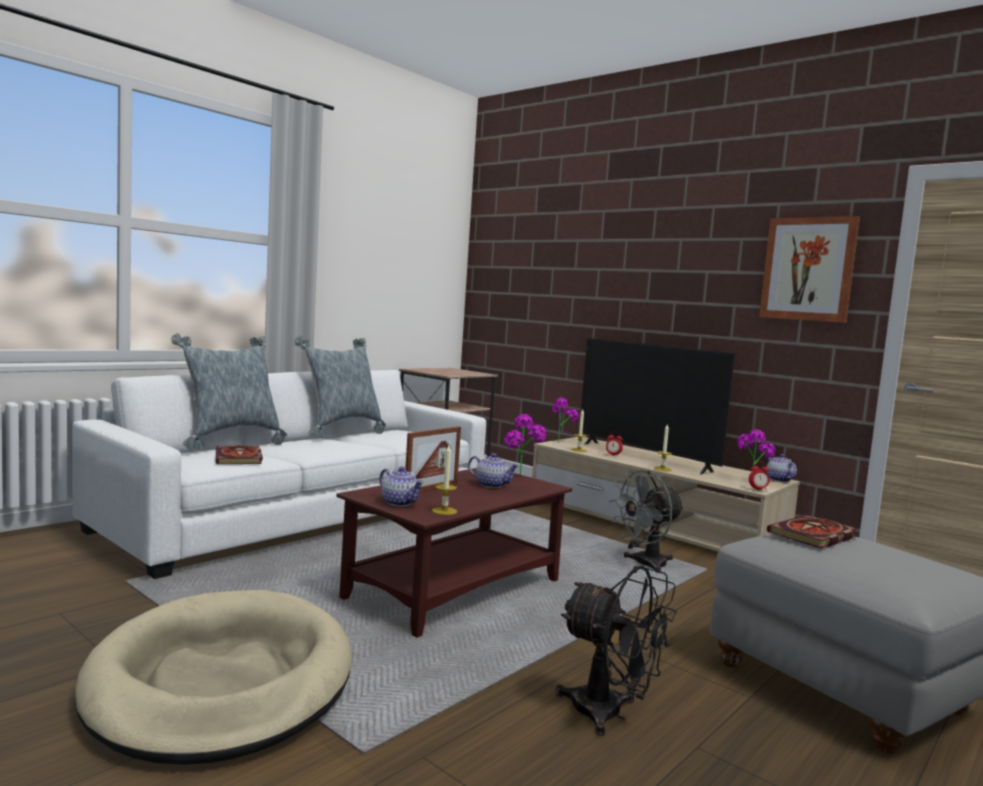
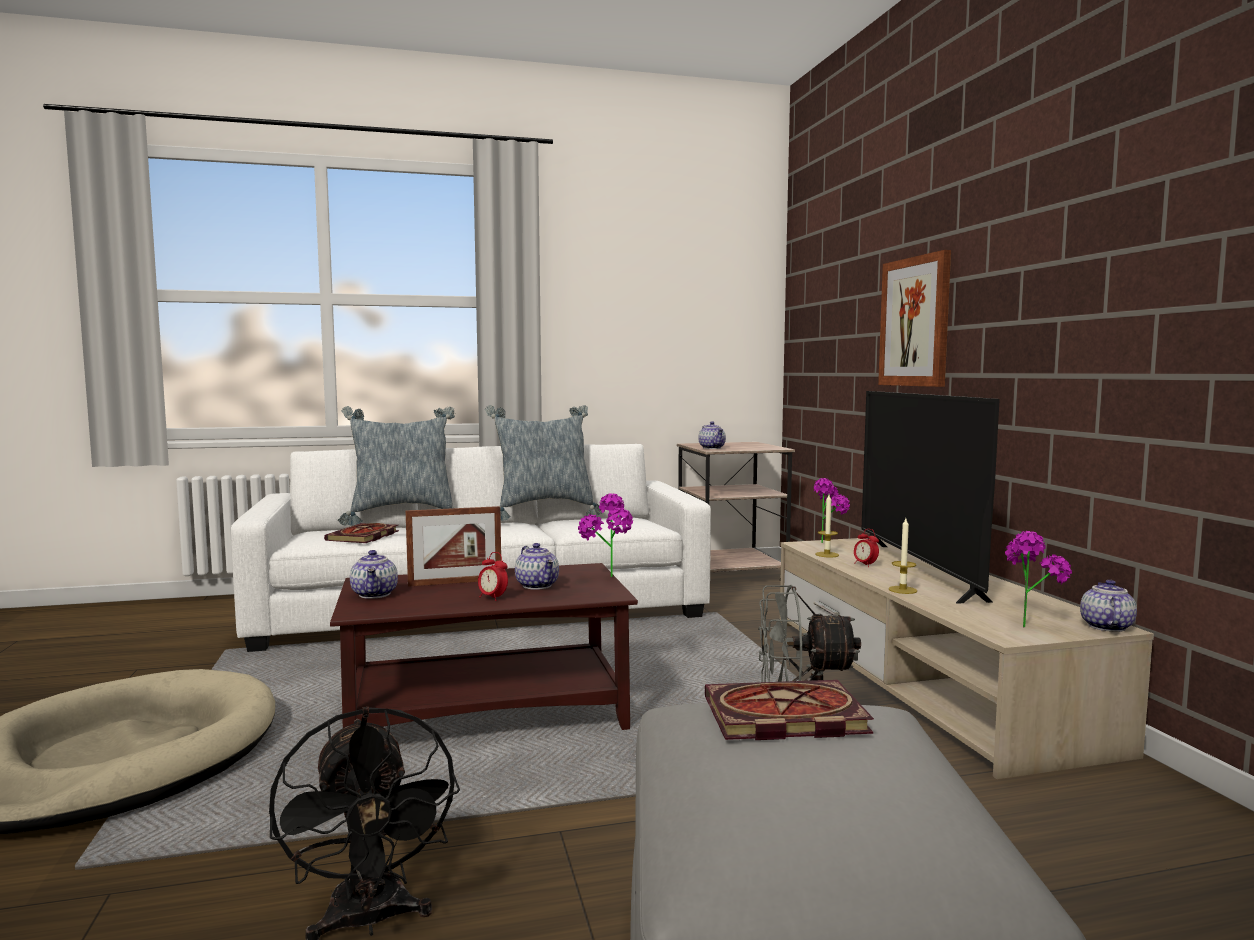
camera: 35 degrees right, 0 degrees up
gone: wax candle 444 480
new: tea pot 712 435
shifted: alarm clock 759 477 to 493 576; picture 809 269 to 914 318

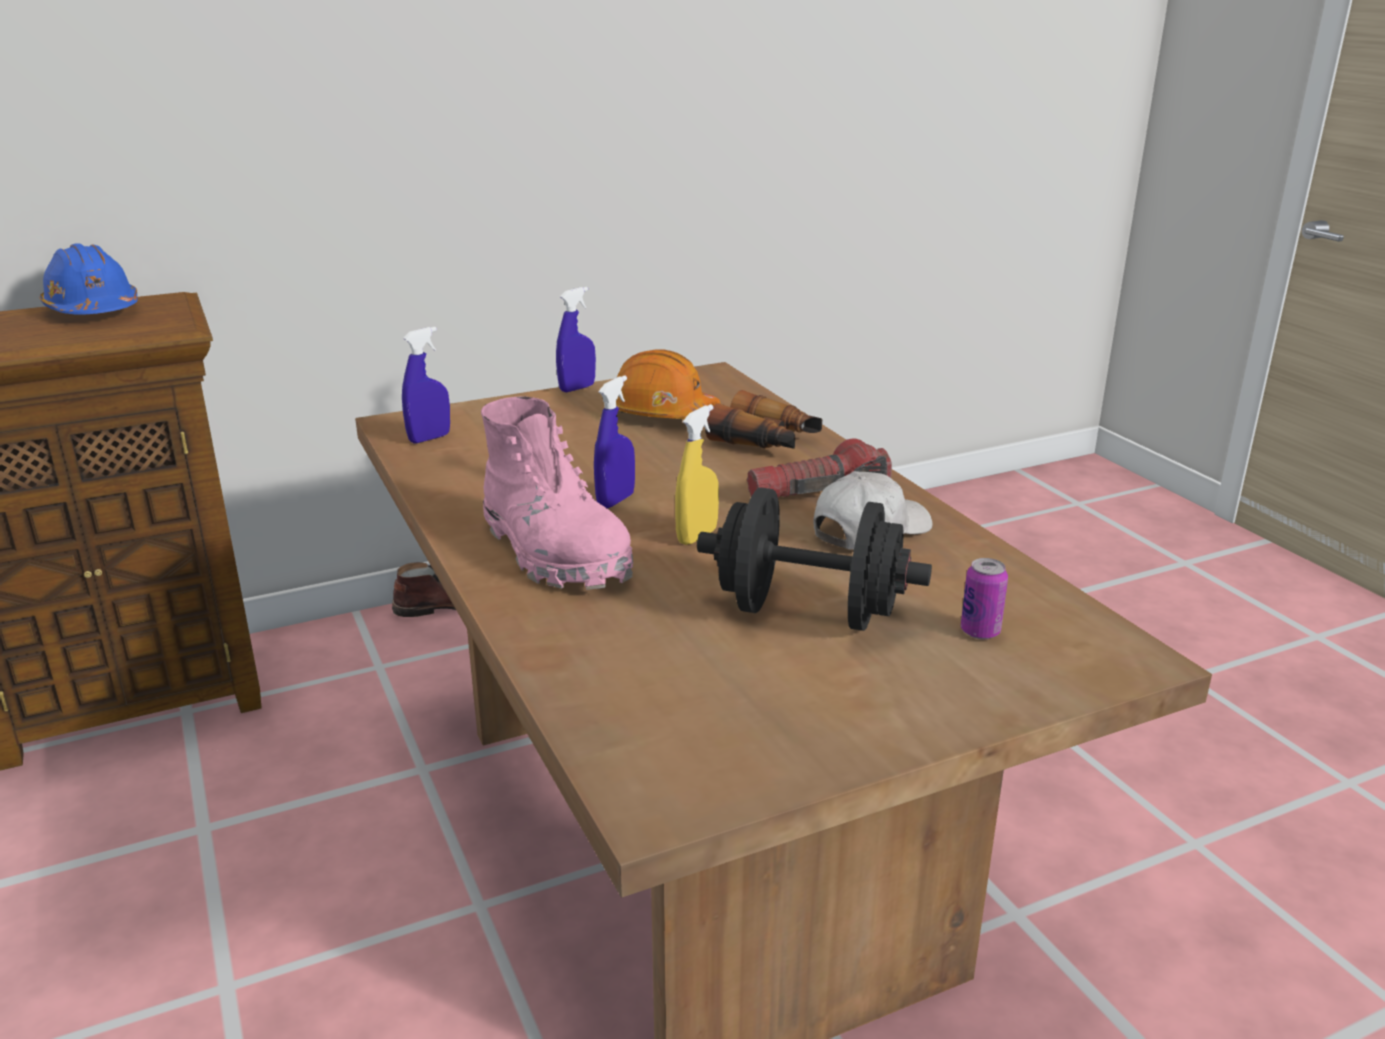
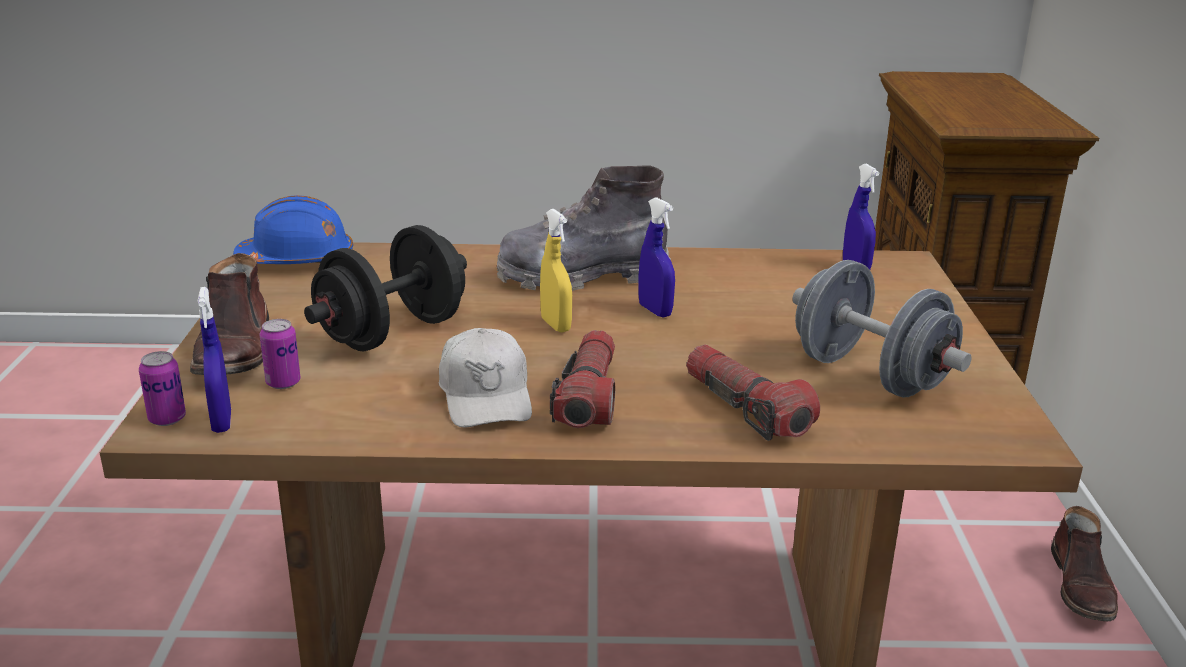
camera: 115 degrees right, 0 degrees up
new: sealed can 162 388; brown tall boot 229 314
shifted: blue sprayer 576 339 to 214 360; blue hard hat 89 279 to 293 229
swapped: binoculars 763 419 to torch 753 392; orangey hard hat 668 384 to greyish free weight 882 329
repainted: pink-coloured tall boot 557 493 to greyish tall boot 584 228

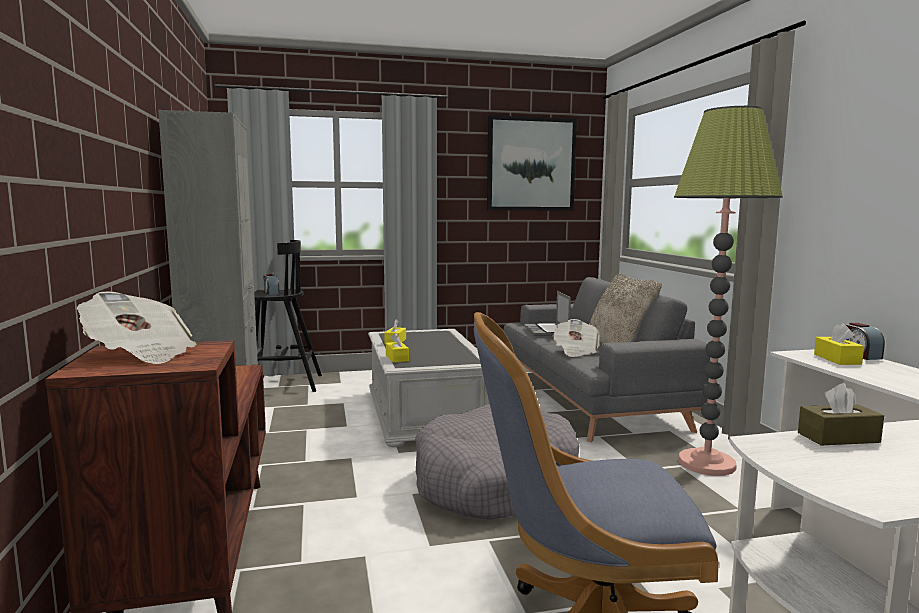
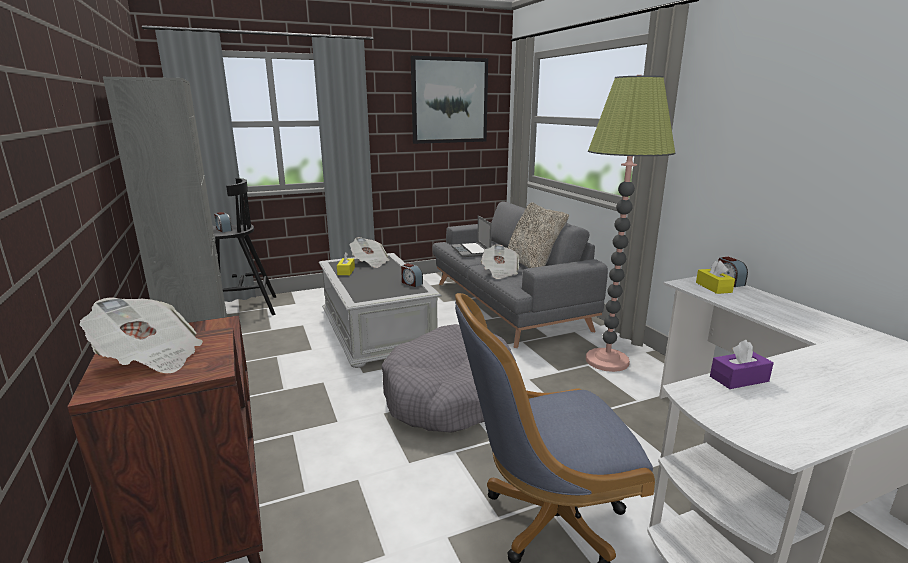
camera: 10 degrees left, 10 degrees up
gone: yellow-coloured tissue holder 397 348
new: newspaper 370 252; alarm clock 412 275
repainted: brown tissue holder 841 414 to purple tissue holder 742 364

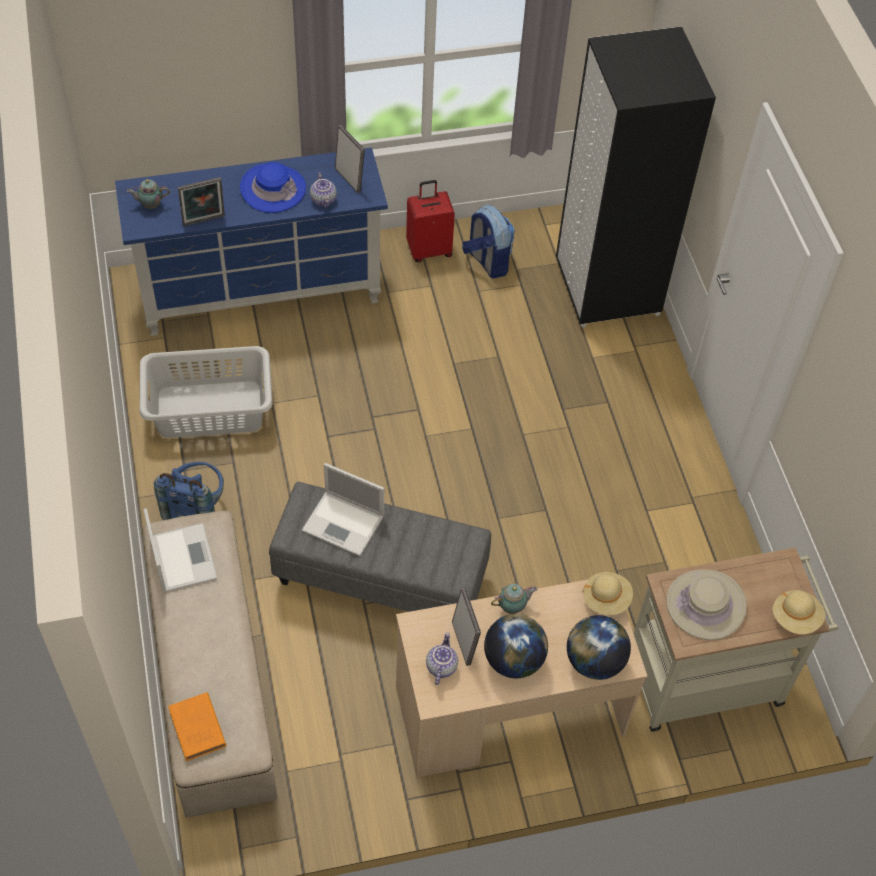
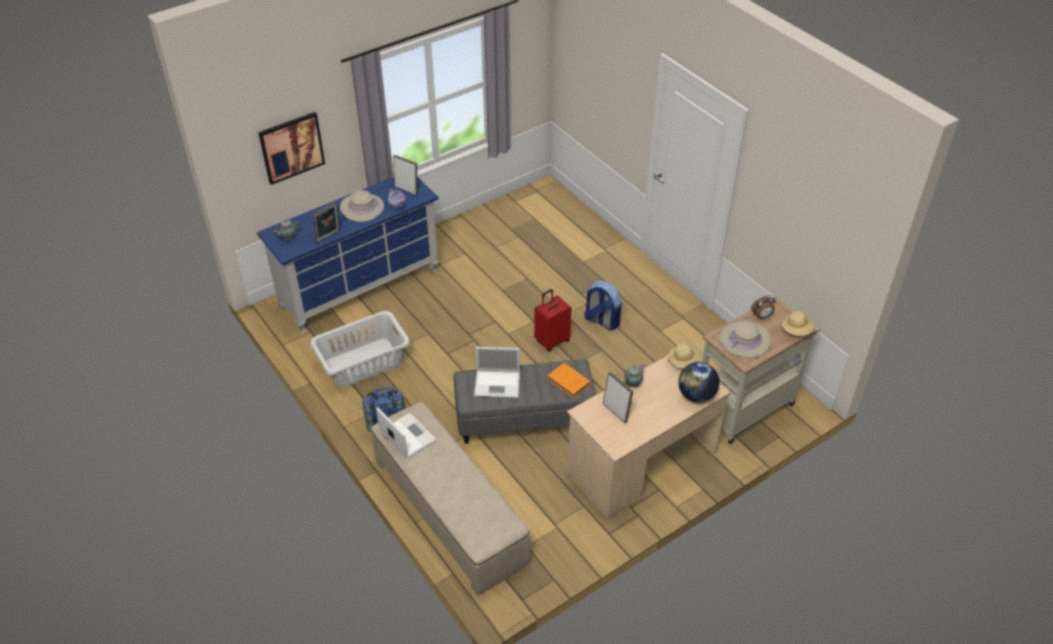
camera: 20 degrees left, 10 degrees down
gone: tea pot 442 659; world globe 516 646; armoire 636 177
new: picture 291 148; alarm clock 763 307
shifted: reddish travel case 430 221 to 552 320; orangey book 197 727 to 569 380; knapsack 488 242 to 603 305
repainted: blue hat 273 187 to beige-coloured hat 362 206

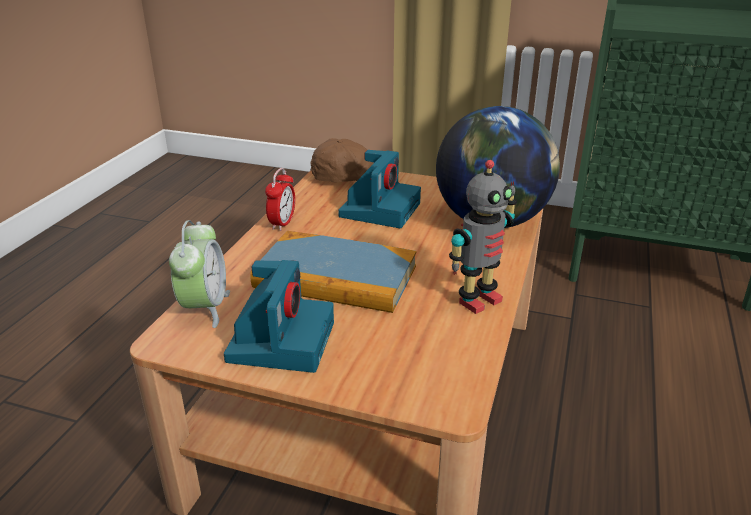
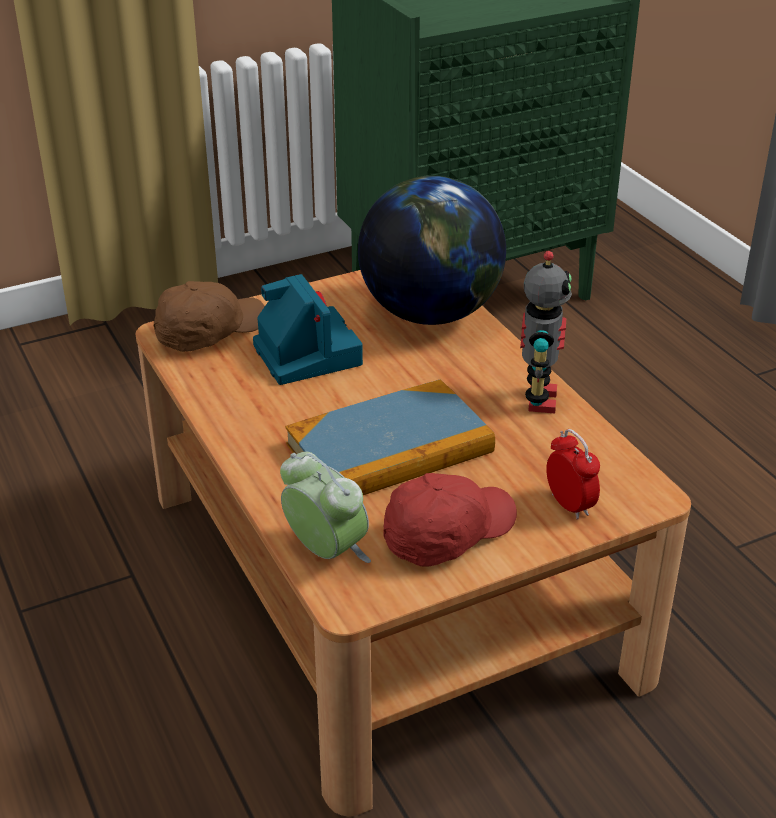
camera: 45 degrees left, 5 degrees up
shifted: alarm clock 280 199 to 573 474
swapped: still camera 279 316 to reddish baseball cap 450 520

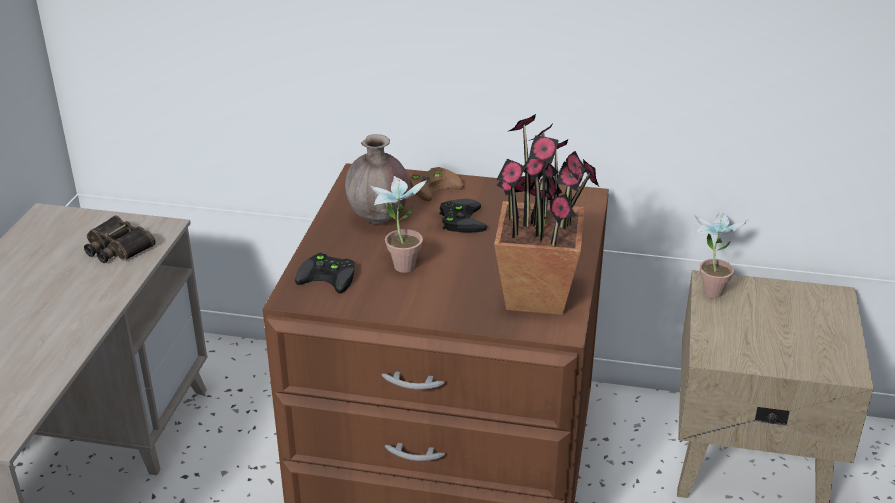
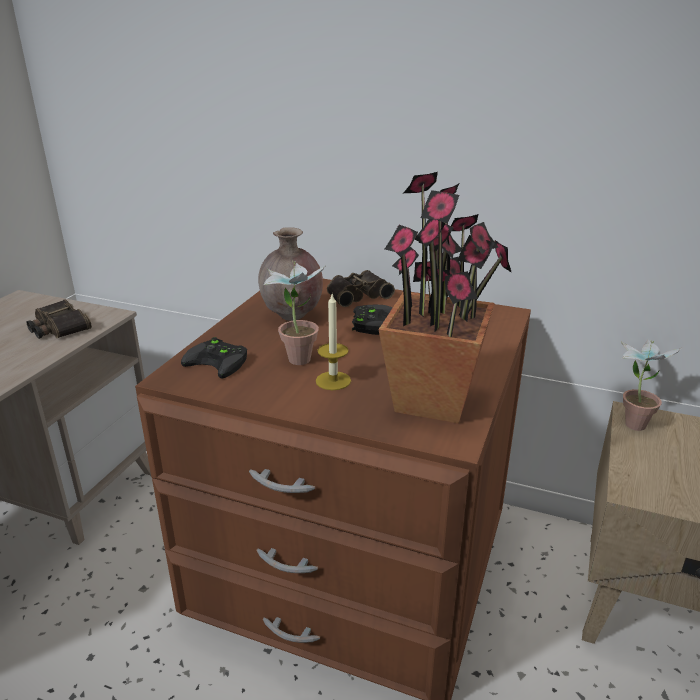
camera: 10 degrees right, 5 degrees down
new: wax candle 333 342
swapped: brown game controller 436 184 to binoculars 361 288

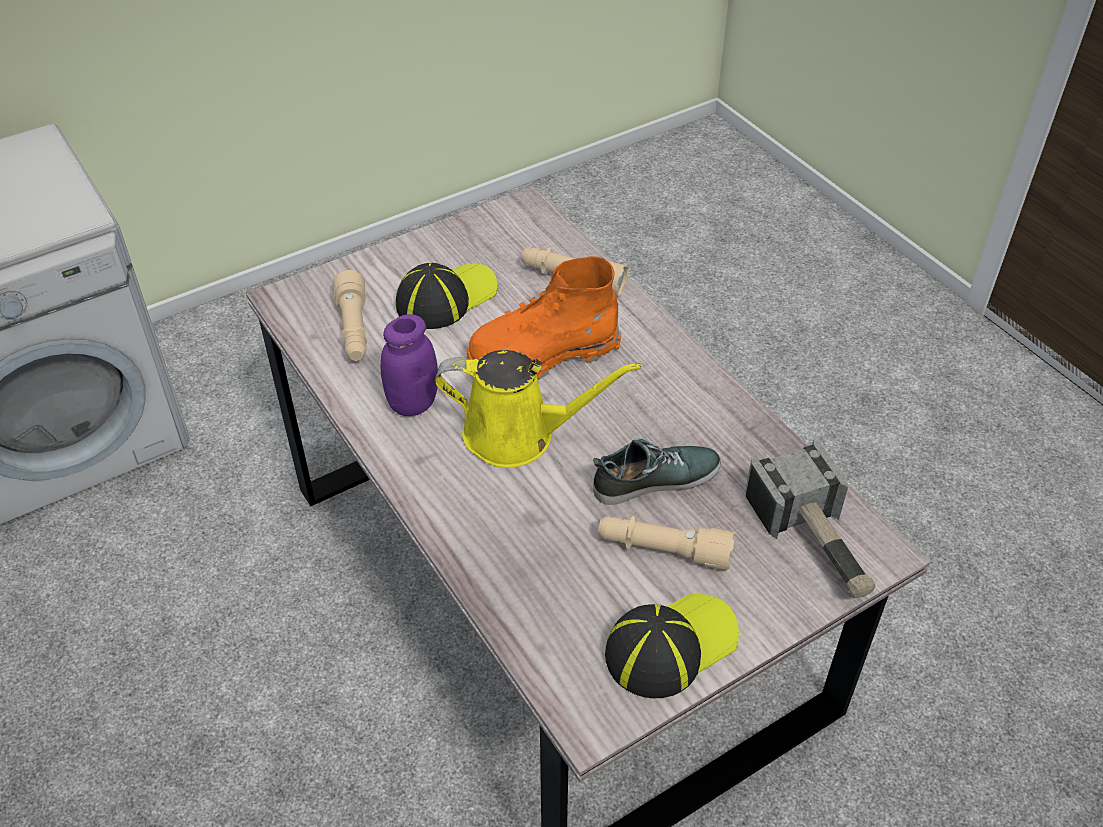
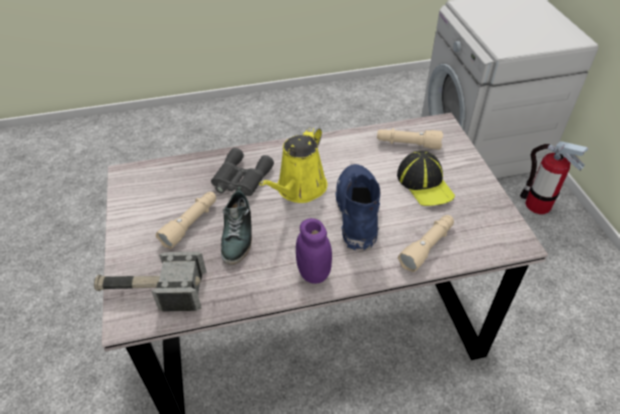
camera: 110 degrees right, 0 degrees up
gone: baseball cap 672 646
new: greyish binoculars 242 172; fire-fighting cylinder 554 177
shifted: purple preserve jar 409 365 to 314 251
repainted: orangey tall boot 543 318 to blue tall boot 358 207

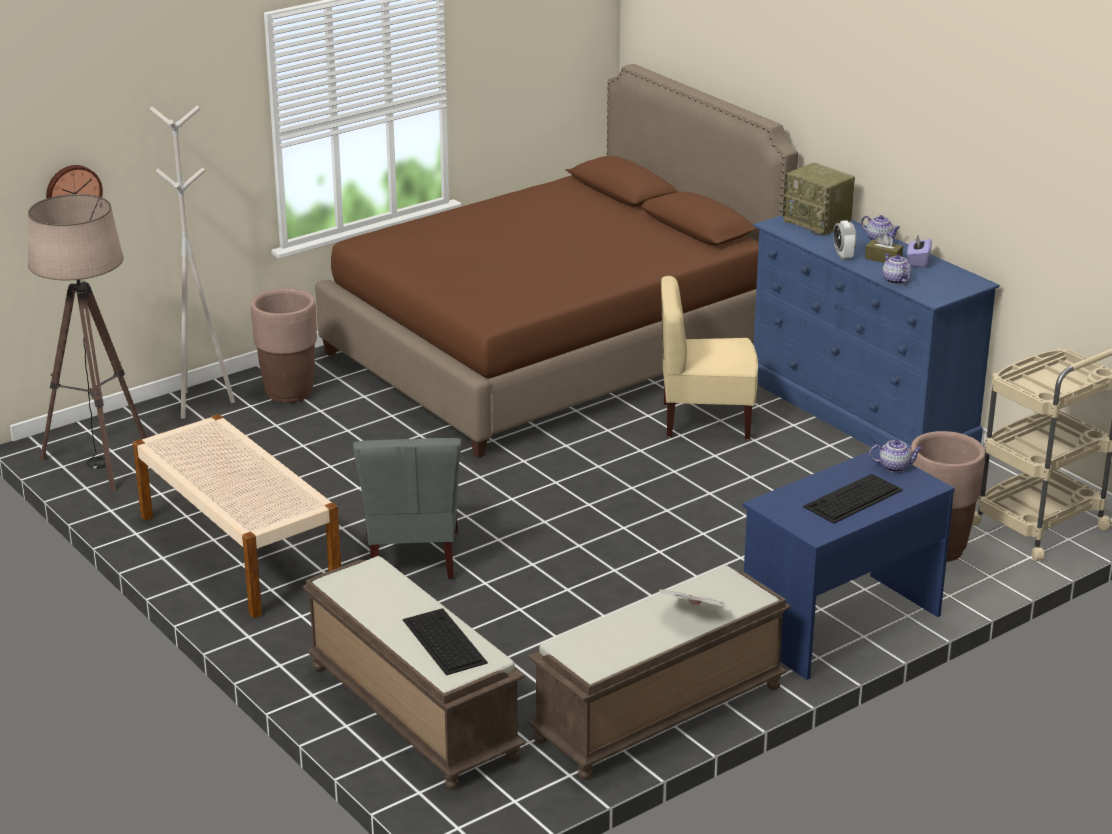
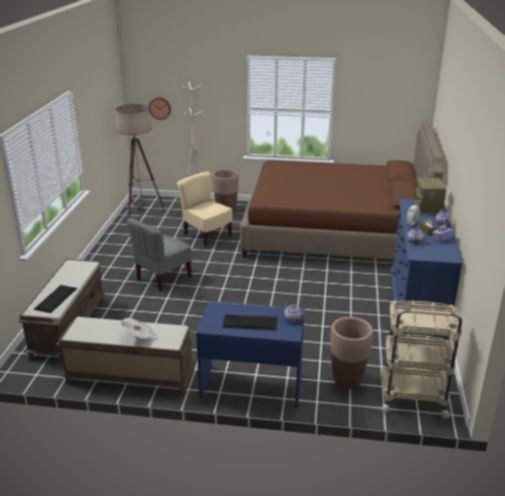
camera: 45 degrees right, 0 degrees up
gone: beige-coloured long seat 237 516
shifted: beige-coloured plain chair 709 358 to 205 209

